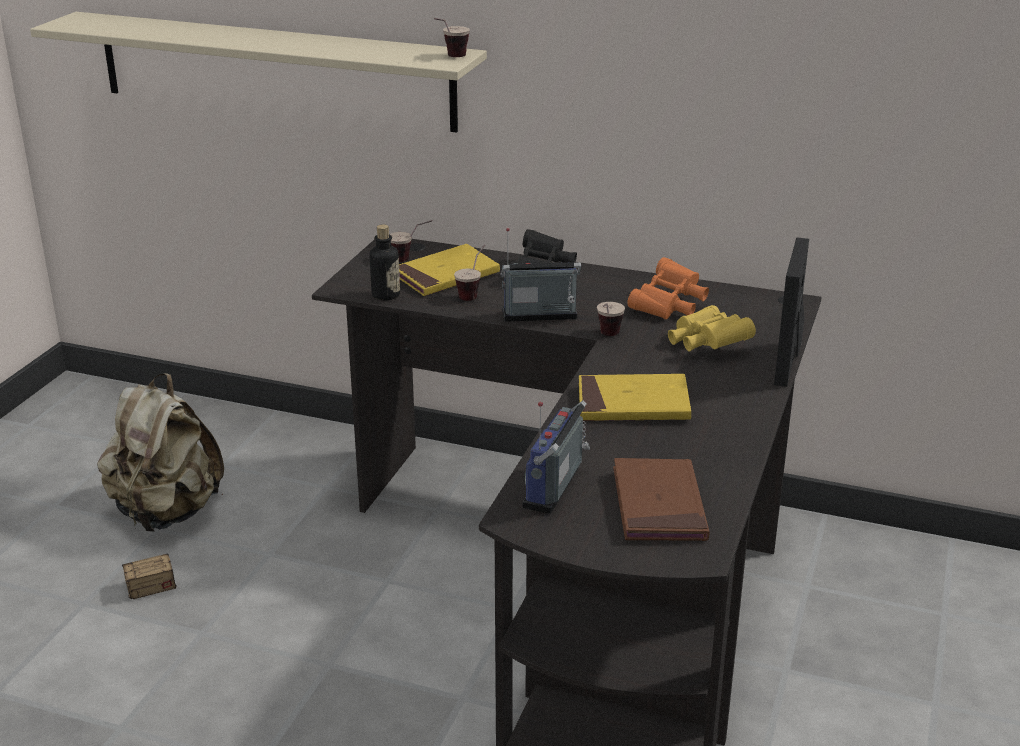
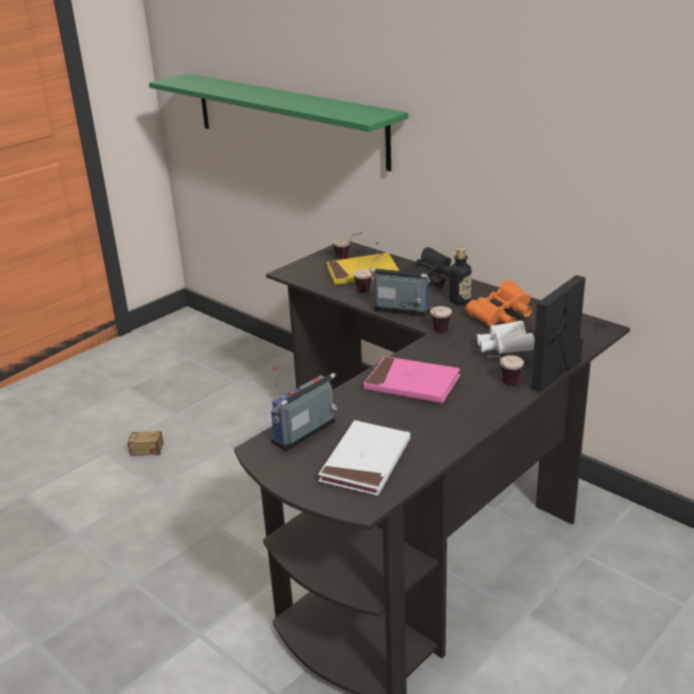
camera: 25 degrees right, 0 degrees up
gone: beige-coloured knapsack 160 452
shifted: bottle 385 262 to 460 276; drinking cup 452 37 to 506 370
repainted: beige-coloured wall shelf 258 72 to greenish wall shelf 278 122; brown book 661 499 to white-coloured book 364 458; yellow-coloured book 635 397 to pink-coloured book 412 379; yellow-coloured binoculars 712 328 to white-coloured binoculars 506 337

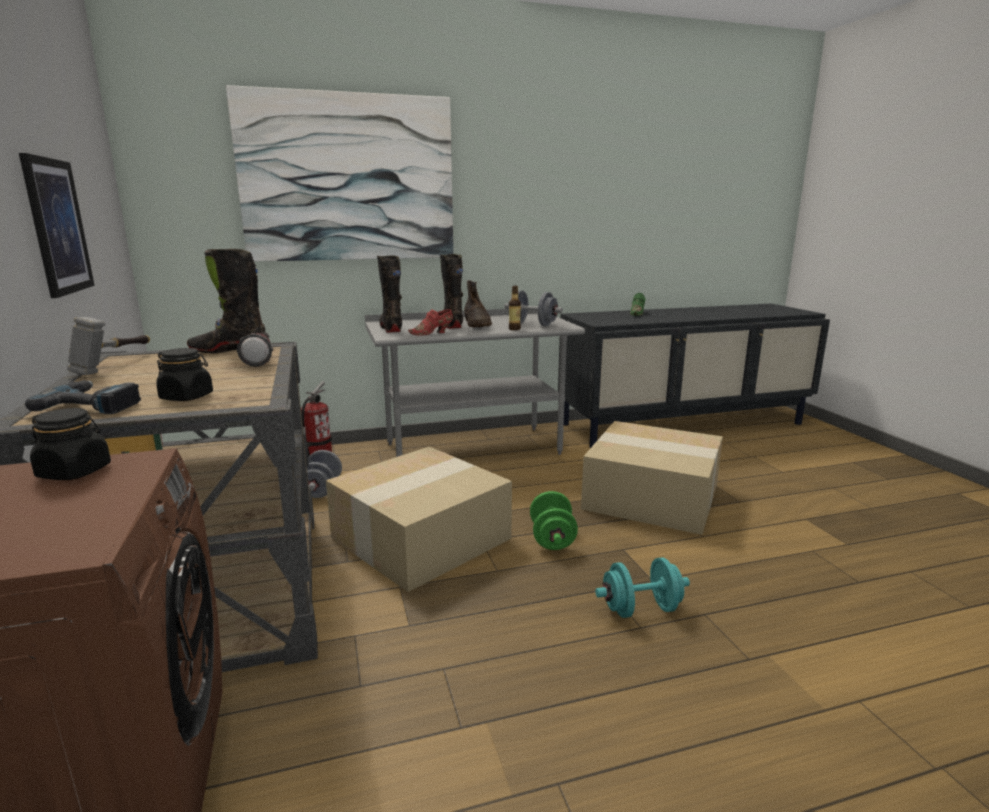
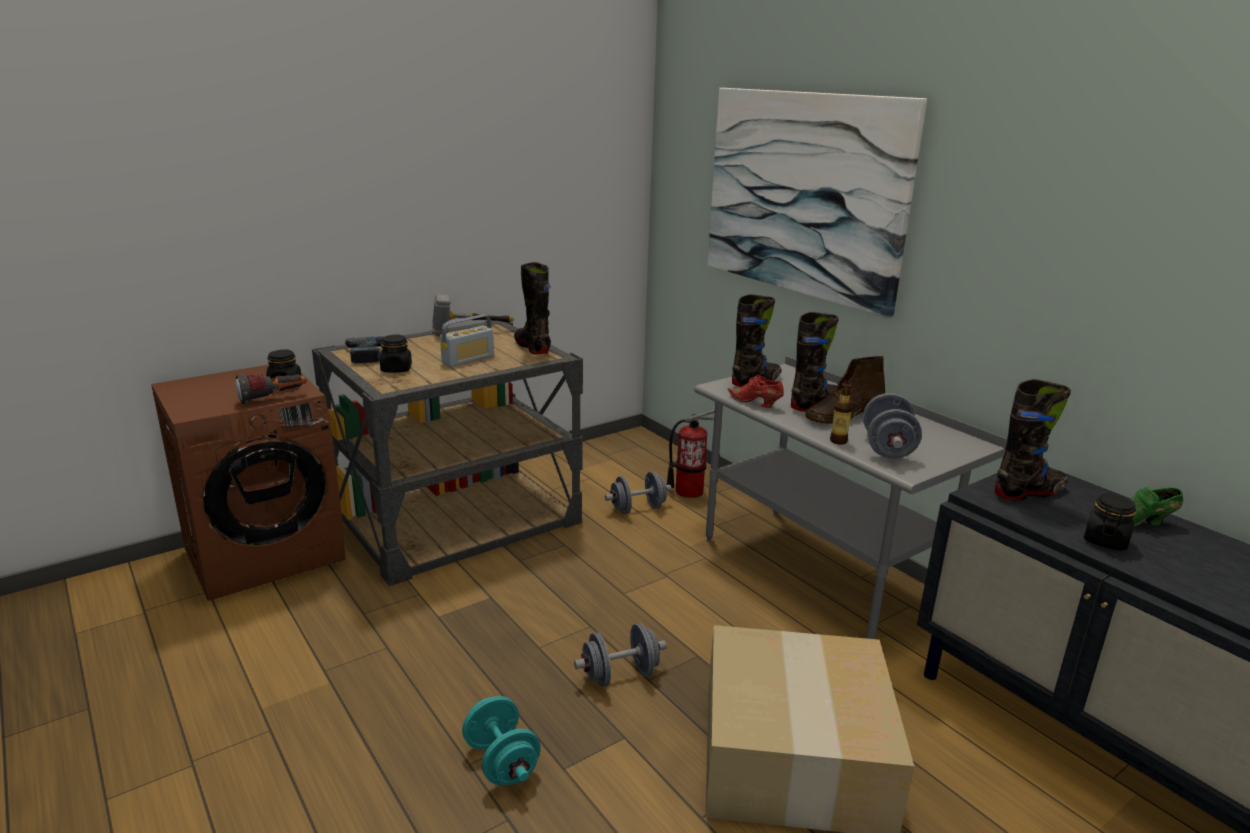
camera: 70 degrees right, 5 degrees up
gone: picture 57 225; packing box 419 519
new: radio 467 341; blackish tall boot 1033 439; blackish preserve jar 1110 522
shifted: torch 255 350 to 271 389
repainted: greenish free weight 554 520 to greyish free weight 620 655

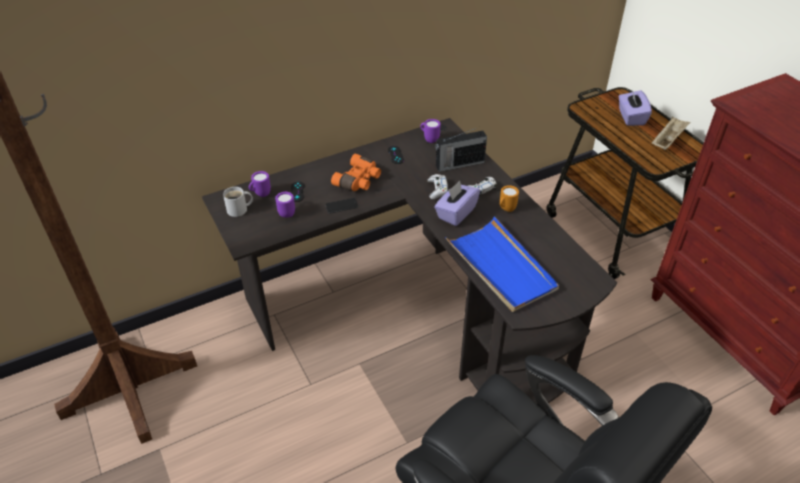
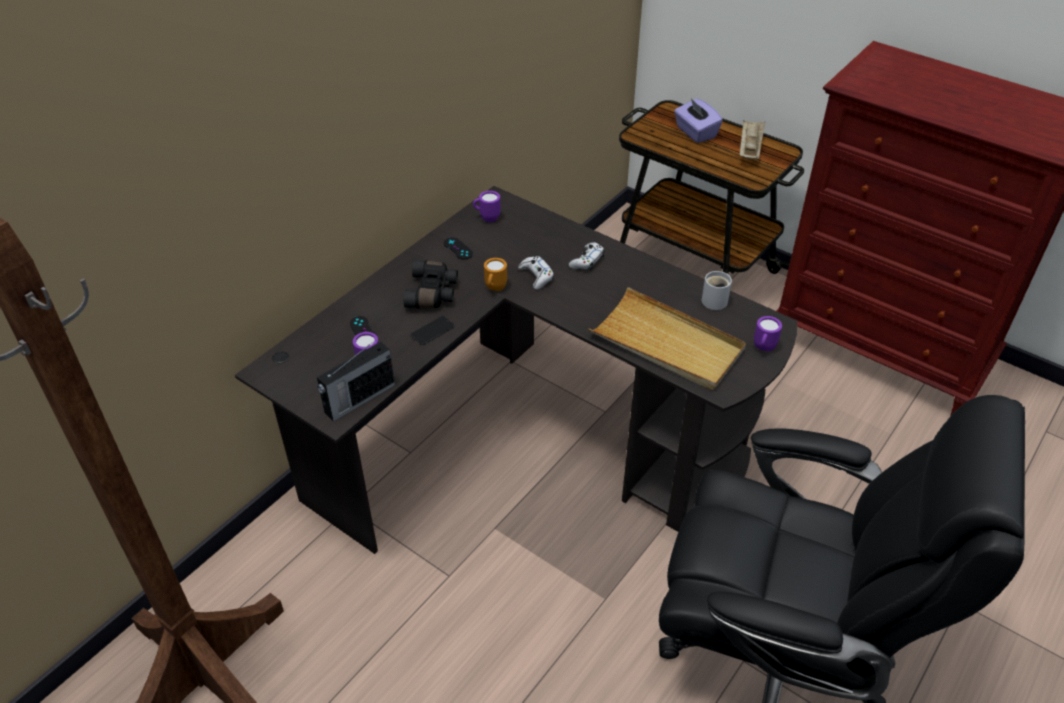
camera: 25 degrees left, 0 degrees up
gone: purple tissue holder 457 203
shifted: radio 461 150 to 356 381; orangey coffee mug 509 198 to 495 274; white-coloured coffee mug 238 202 to 717 290; purple coffee mug 260 184 to 768 333
repainted: orangey binoculars 356 172 to blackish binoculars 431 284; blue carrying tray 502 264 to beige-coloured carrying tray 667 338

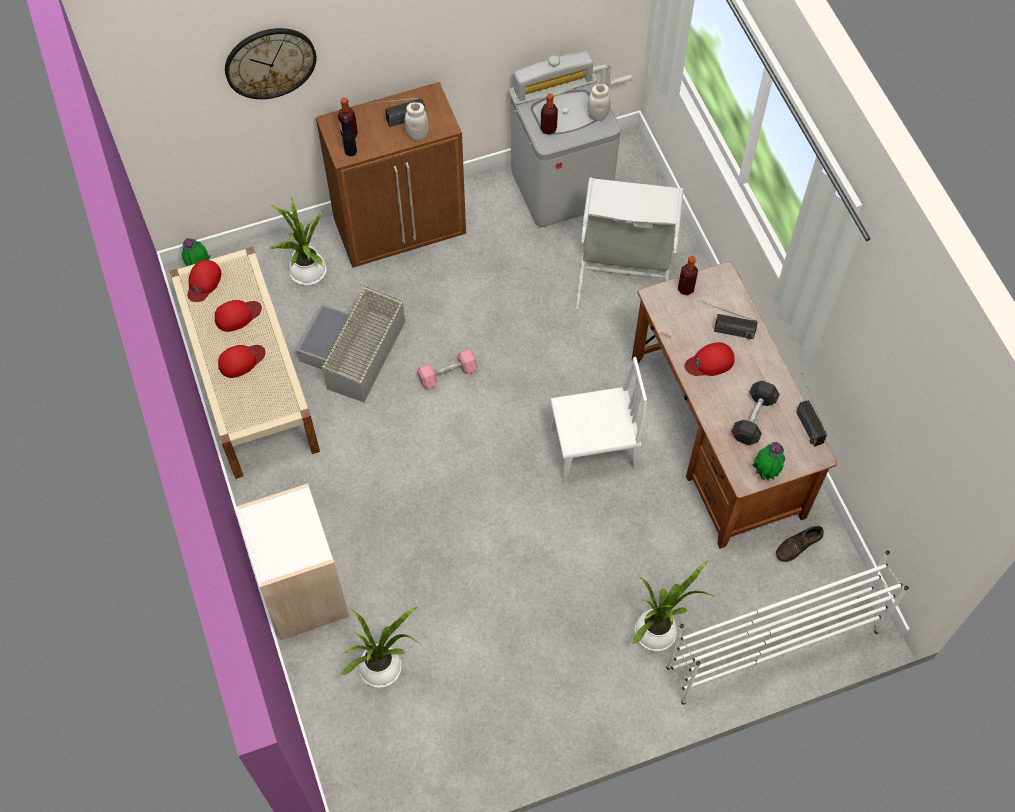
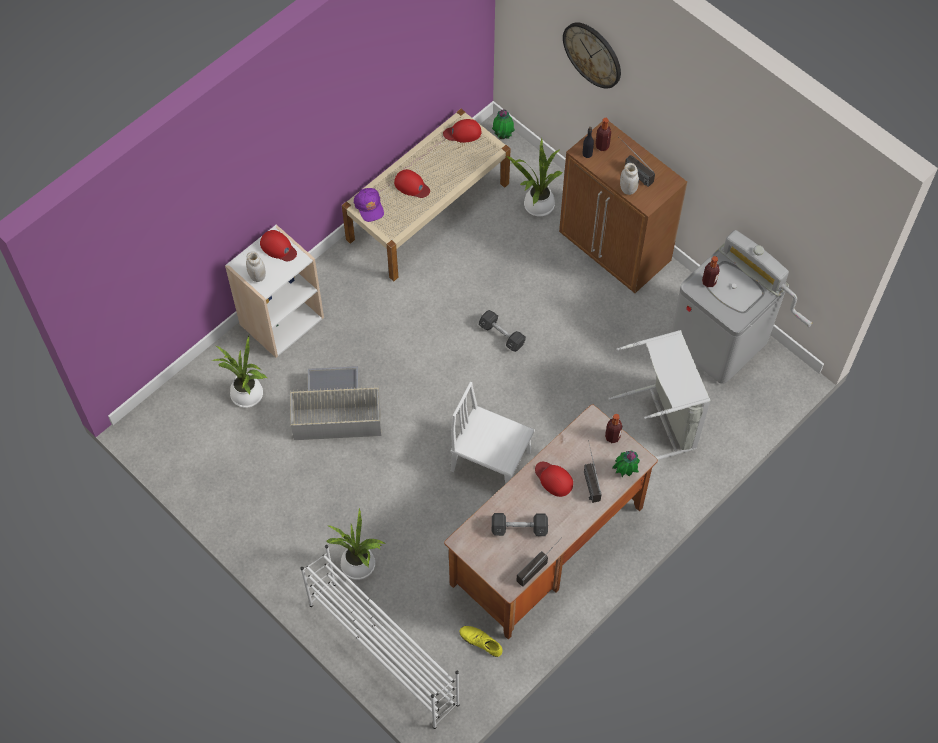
camera: 65 degrees right, 0 degrees up
new: purple baseball cap 369 205
shifted: white-coloured preserve jar 599 102 to 256 266; reddish baseball cap 238 316 to 278 245; greyish storage bin 350 343 to 335 403; houseplant 768 461 to 626 464
repainted: brown shoe 800 544 to yellow-coloured shoe 481 641; pink-coloured free weight 447 369 to greyish free weight 502 331
rotated: white-coloured plain chair 598 419 = 492 433 150 degrees clockwise

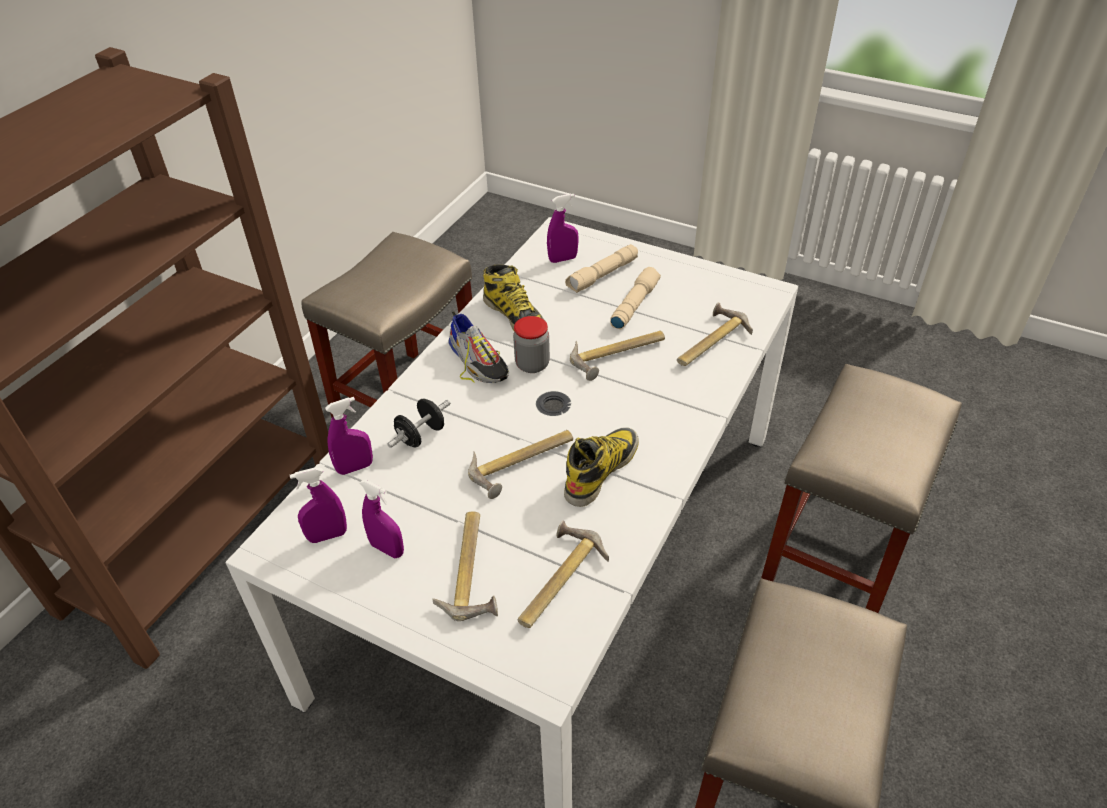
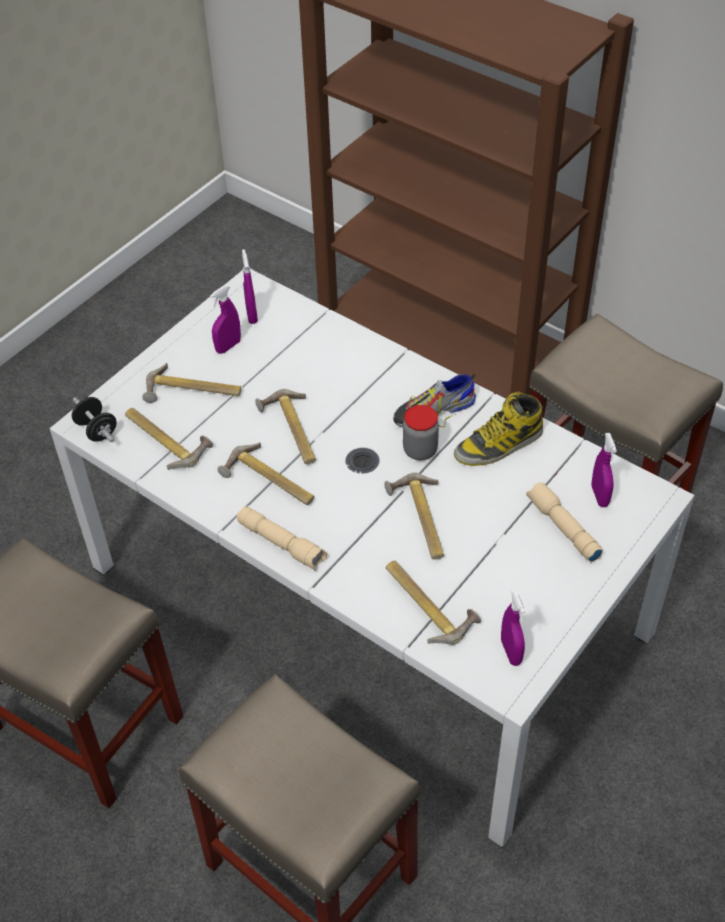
camera: 100 degrees right, 5 degrees up
shifted: blackish free weight 418 423 to 94 419; beige-coloured torch 635 298 to 282 538; purple sprayer 349 436 to 513 628
swapped: tall boot 601 467 to tool hammer 265 473

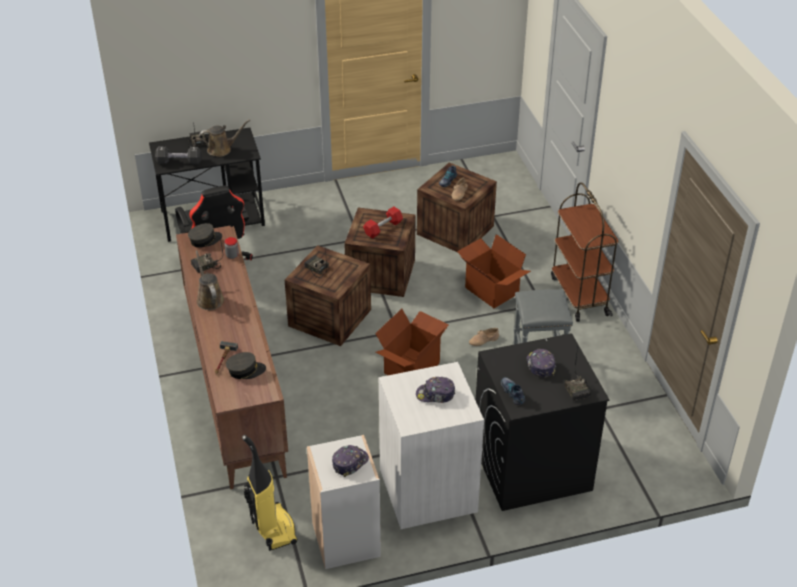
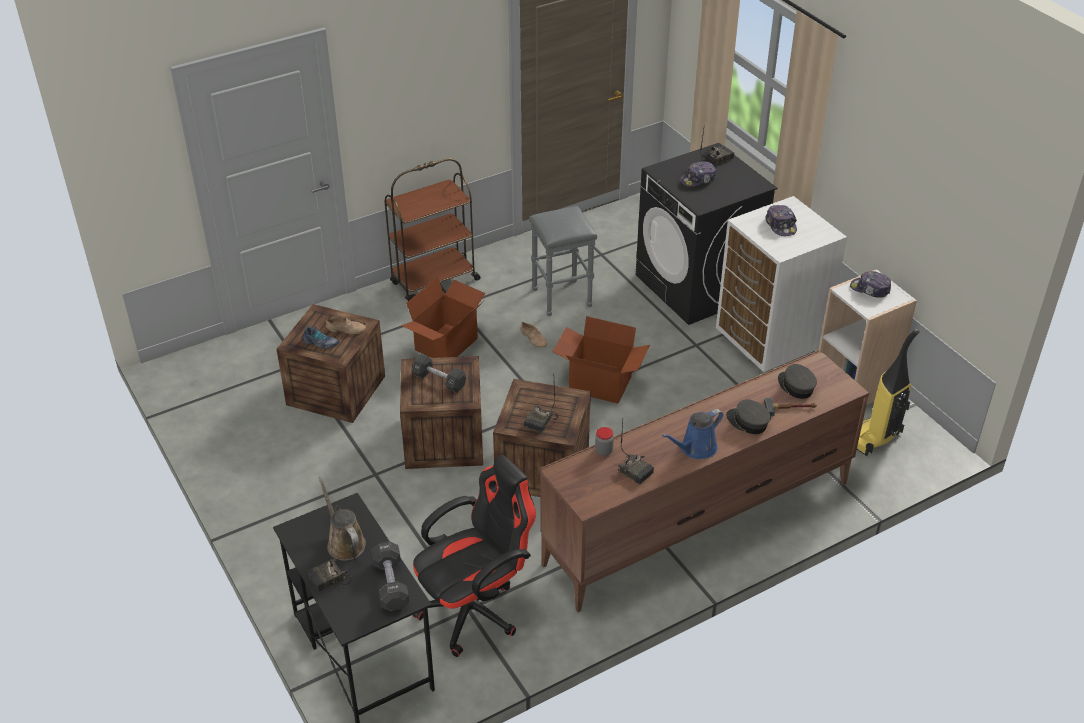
camera: 105 degrees left, 0 degrees up
gone: shoe 513 391
shifted: greyish baseball cap 205 235 to 748 416
repainted: reddish free weight 383 223 to blackish free weight 439 373; brown sprinkling can 210 280 to blue sprinkling can 692 434

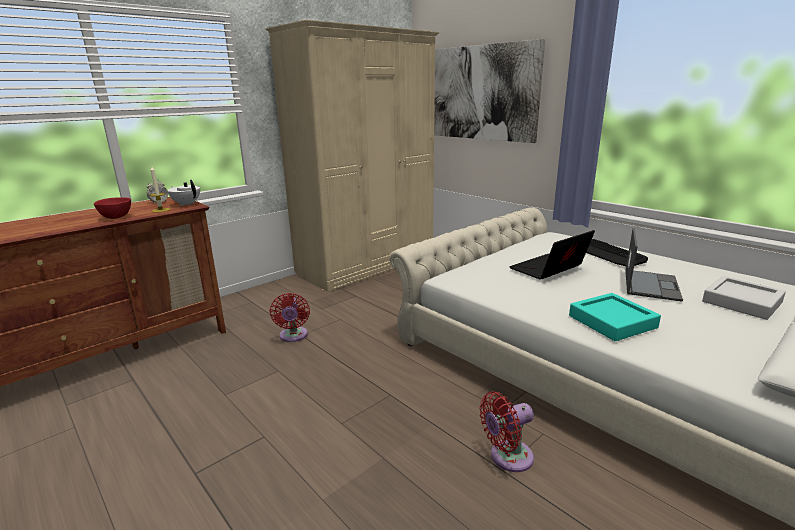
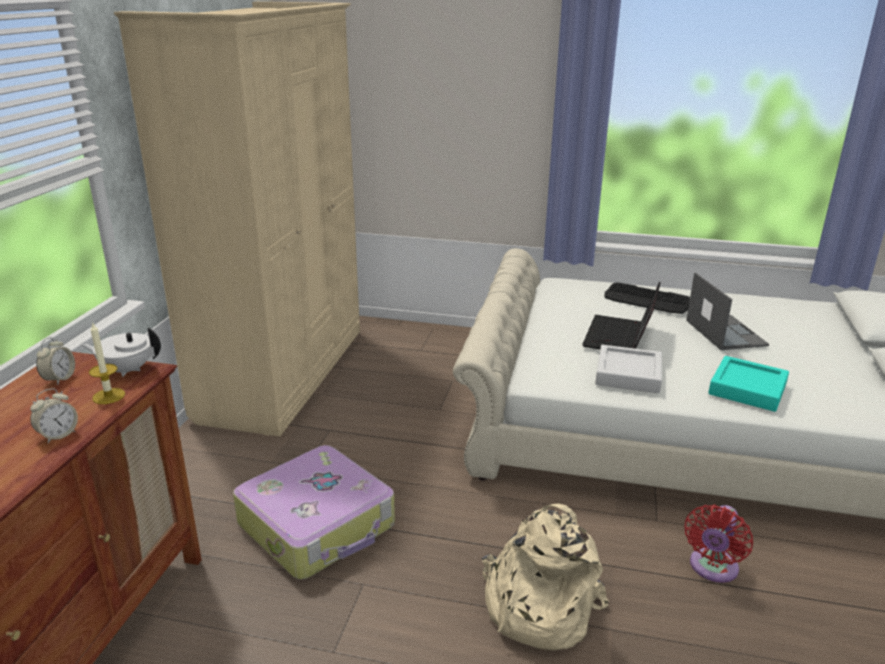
camera: 35 degrees left, 5 degrees up
gone: picture 489 91
new: beige-coloured knapsack 545 577
shifted: greyish carrying tray 744 298 to 628 369
swapped: reddish bowl 112 208 to alarm clock 54 415; reddish cooling fan 289 317 to travel case 314 512

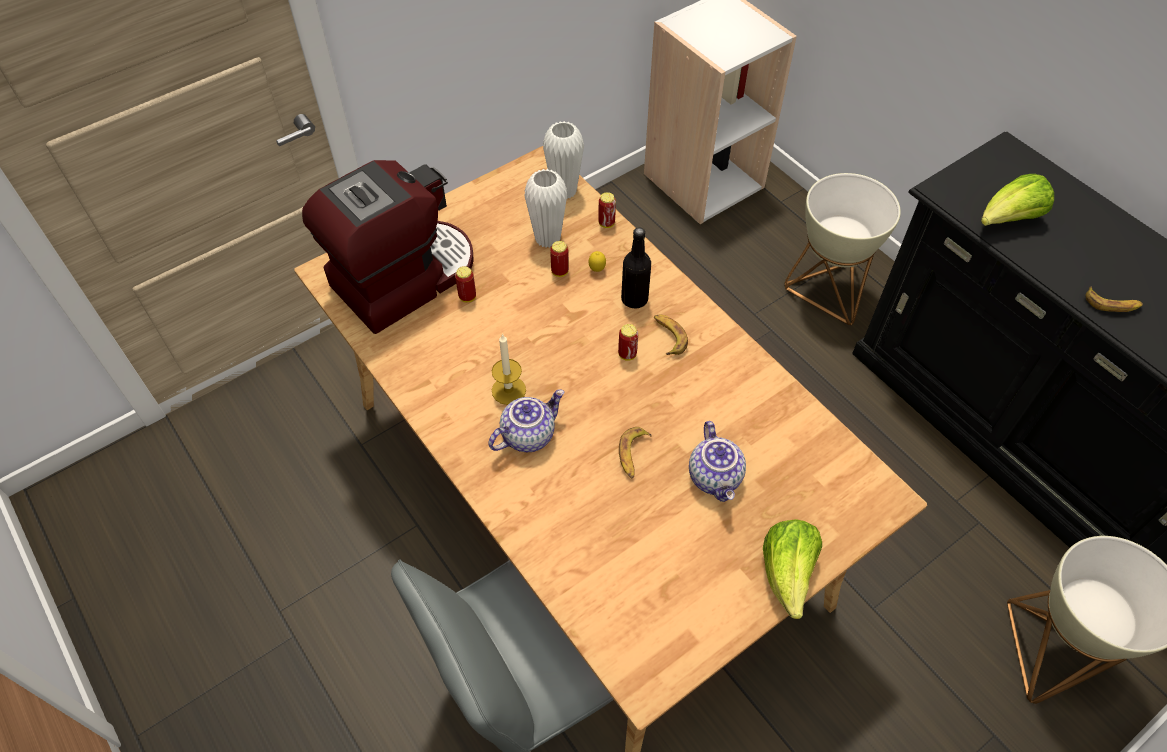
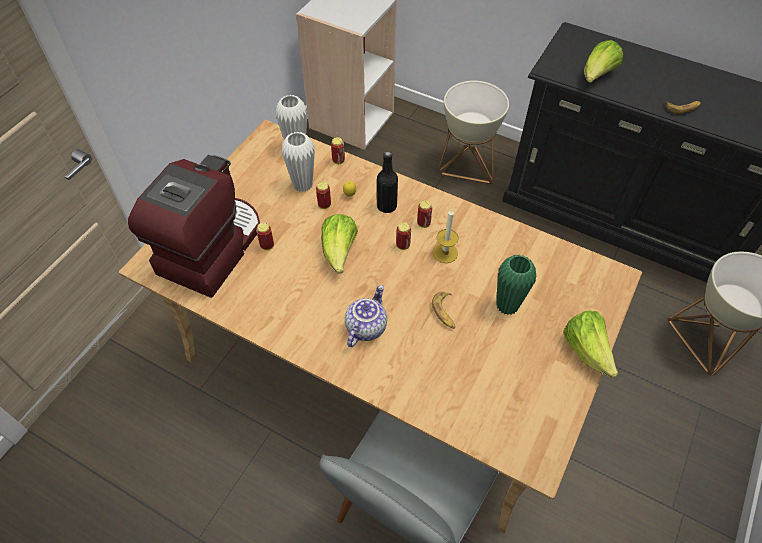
camera: 25 degrees left, 0 degrees up
new: lettuce 339 244
shifted: wax candle 509 369 to 446 236
swapped: whole banana 671 335 to sealed can 424 214; tea pot 717 461 to greenish flower vase 516 285

